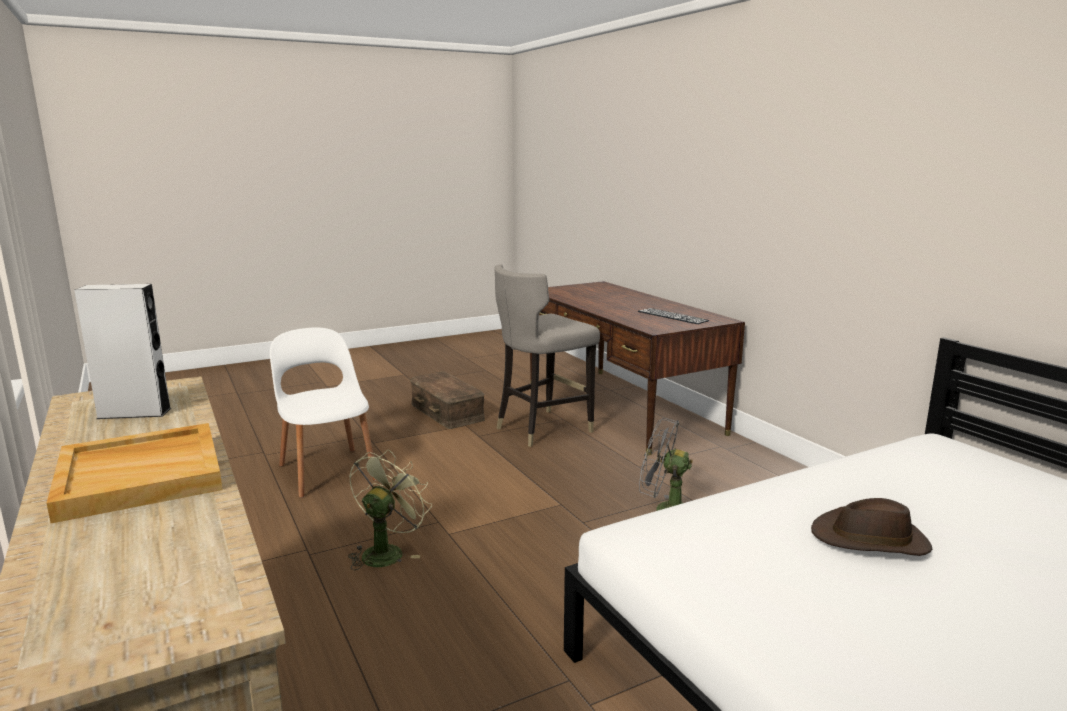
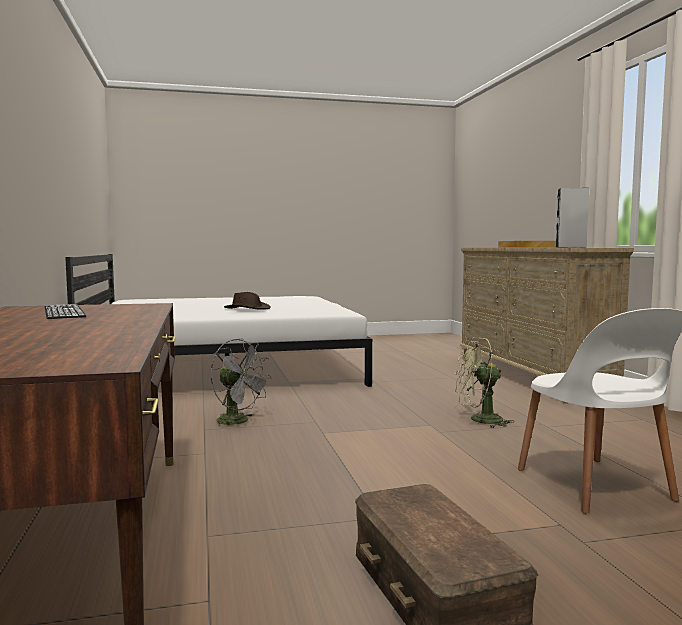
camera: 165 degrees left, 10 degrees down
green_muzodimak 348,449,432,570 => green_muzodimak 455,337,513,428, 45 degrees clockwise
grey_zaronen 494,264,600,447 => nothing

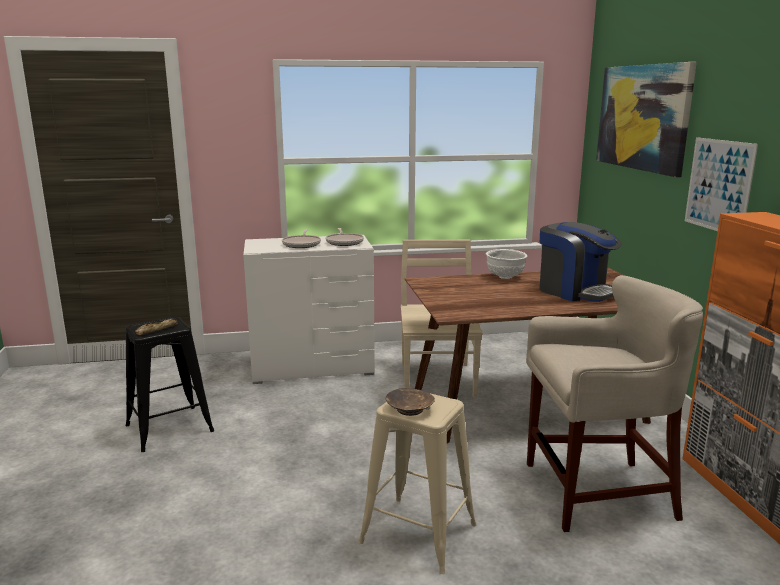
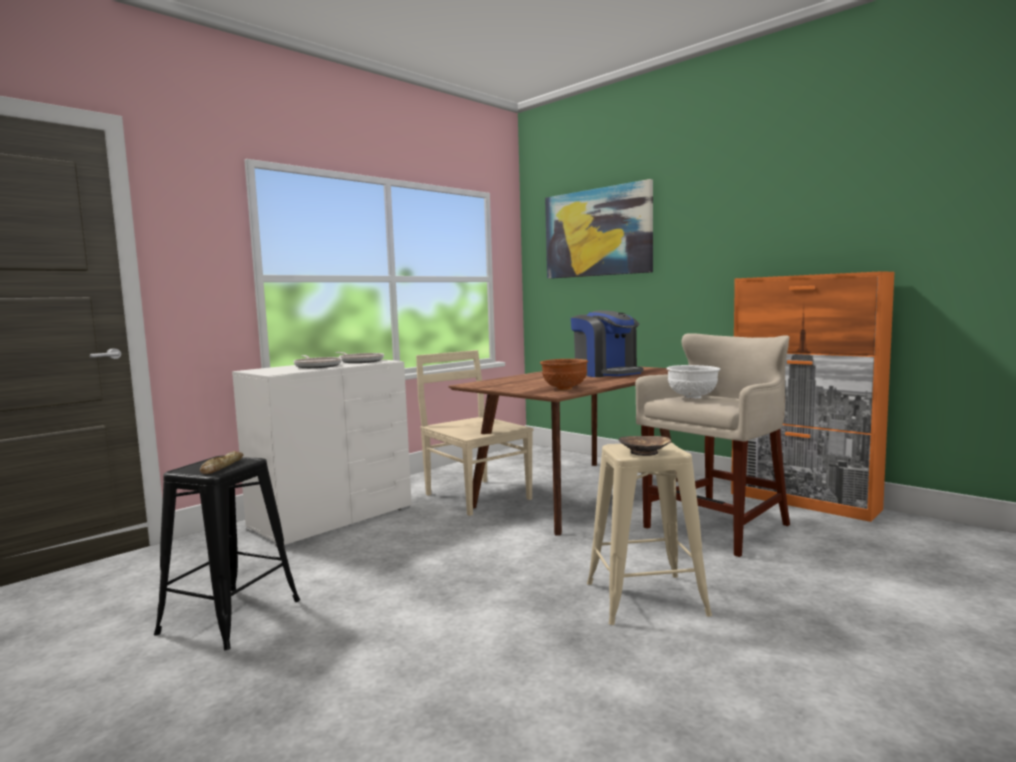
camera: 35 degrees left, 10 degrees down
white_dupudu 486,249,527,279 => white_dupudu 666,365,720,399, move
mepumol 539,222,621,302 => mepumol 571,310,644,377, 45 degrees clockwise
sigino 685,137,758,231 => nothing
nothing => brown_dupudu 540,359,588,390

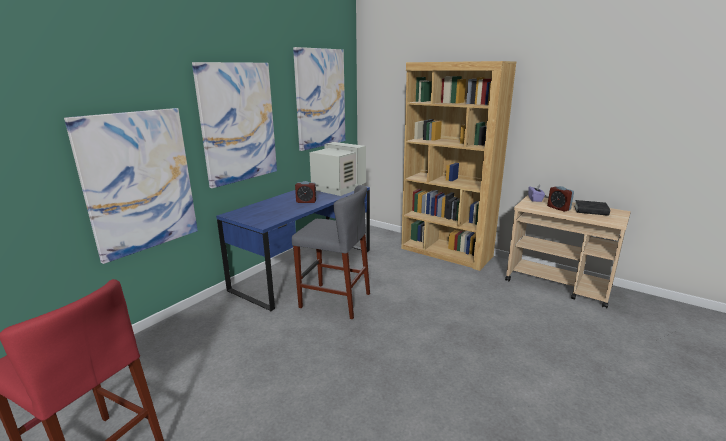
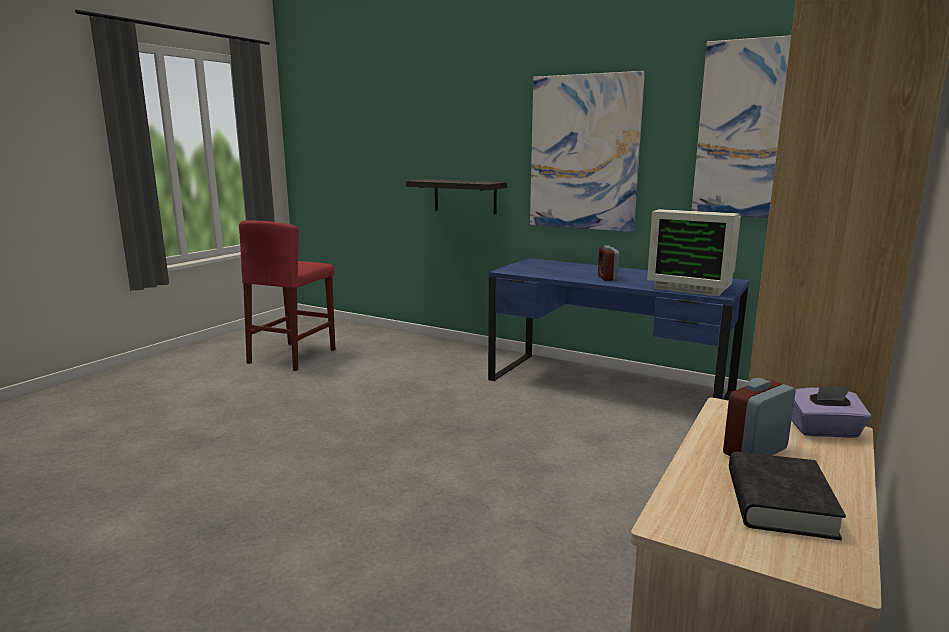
camera: 85 degrees right, 5 degrees down
sigino 64,108,198,264 => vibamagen 406,179,507,214
grey_zaronen 292,185,370,319 => nothing
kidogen 309,142,366,196 => kidogen 647,209,741,297, 90 degrees clockwise

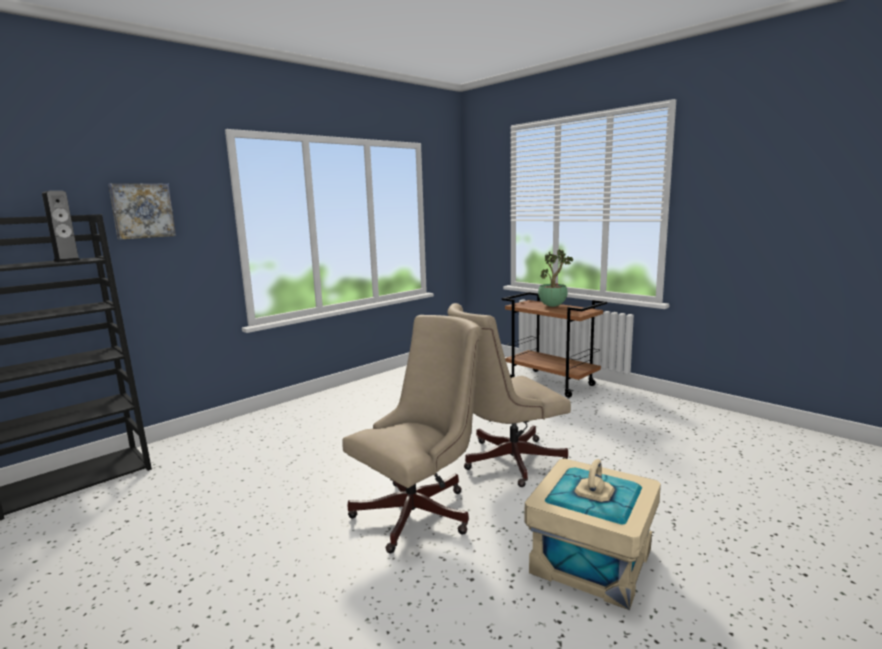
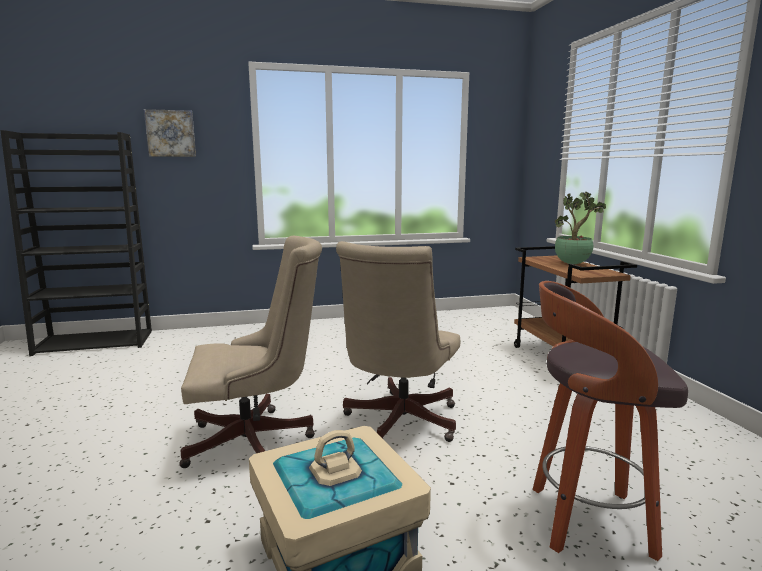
camera: 30 degrees right, 0 degrees up
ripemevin 42,191,81,262 => nothing
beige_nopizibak 447,303,571,487 => beige_nopizibak 336,241,460,442, 75 degrees counterclockwise
nothing => zaronen 532,281,688,561

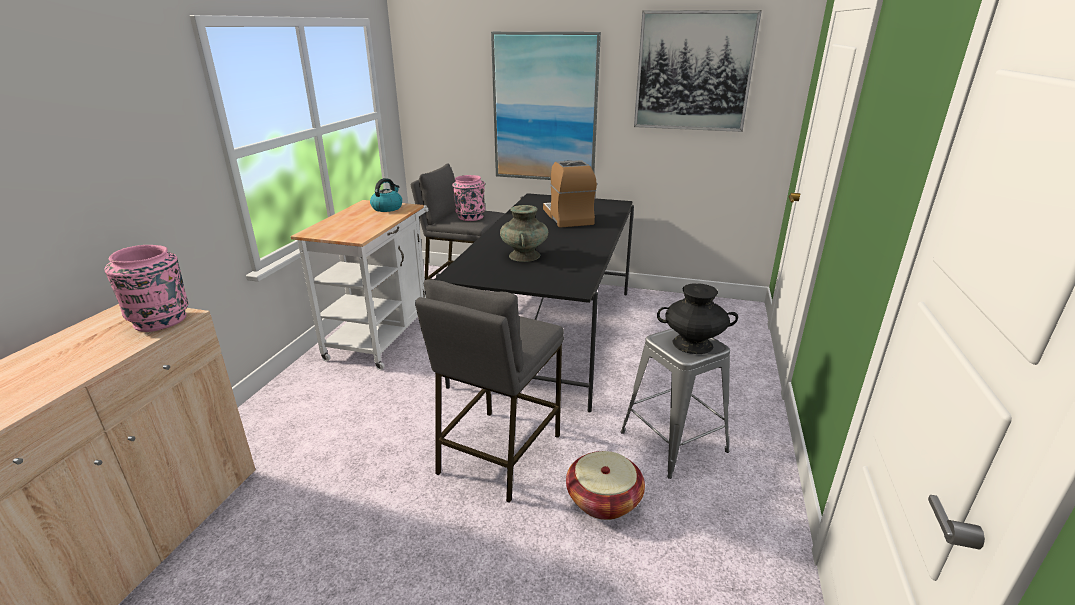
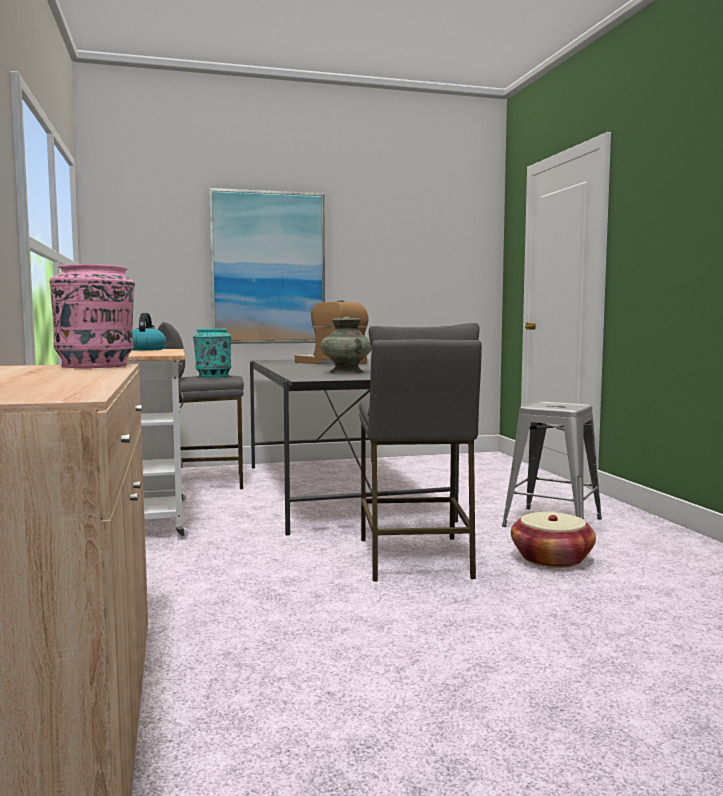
camera: 30 degrees left, 20 degrees down
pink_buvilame 452,175,485,221 => turquoise_buvilame 193,329,232,378
sigino 634,10,762,132 => nothing
black_buvilame 657,283,738,354 => nothing

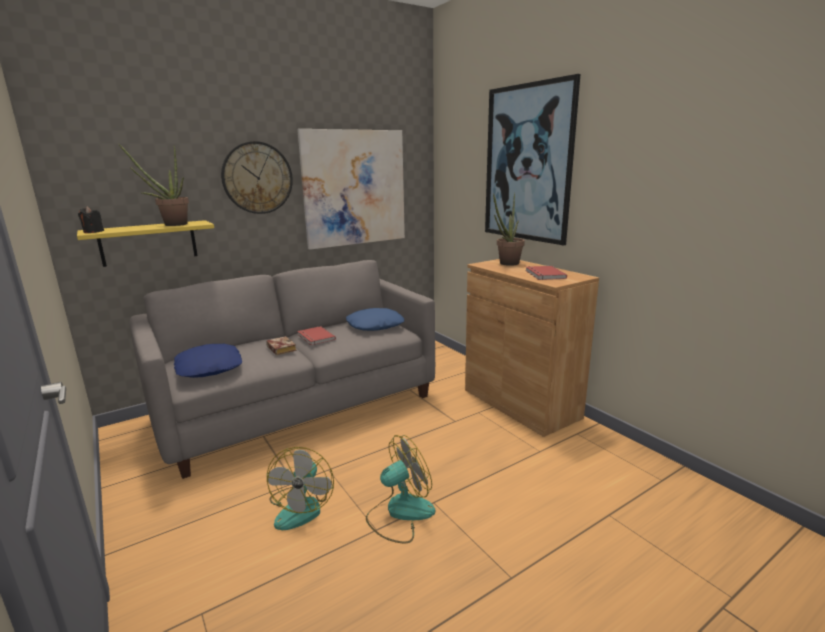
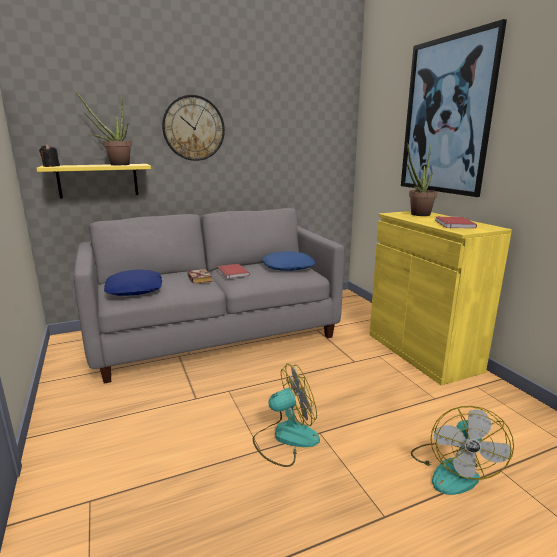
camera: 10 degrees right, 0 degrees up
muzodimak 267,447,334,530 => muzodimak 411,406,514,495, move
sigino 297,129,405,250 => nothing
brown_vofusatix 465,259,599,437 => yellow_vofusatix 370,211,512,385

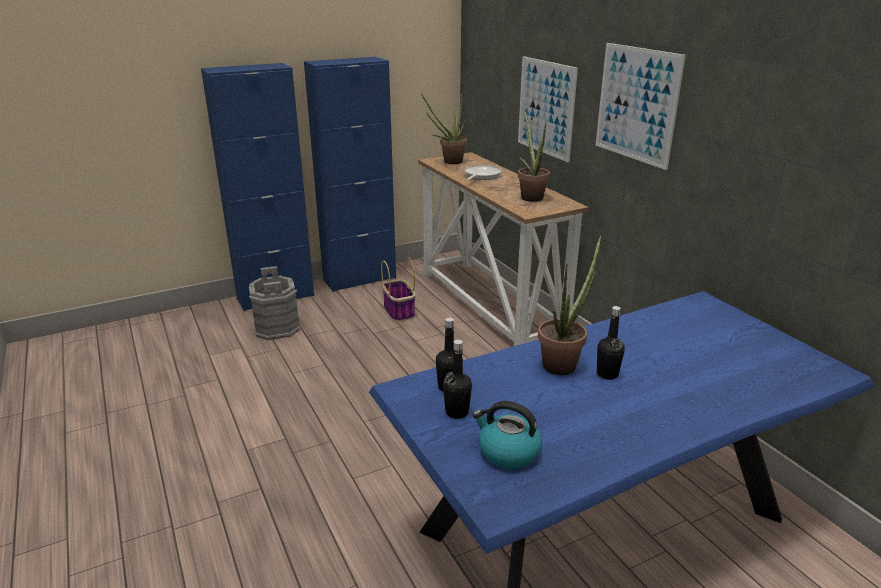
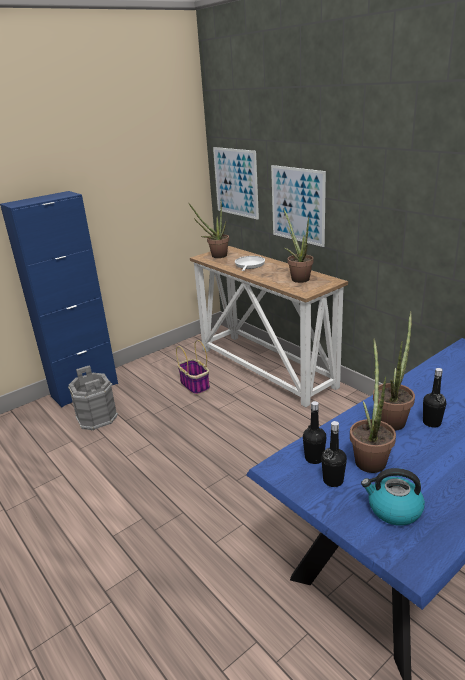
camera: 10 degrees left, 0 degrees up
blue_vofusatix 304,57,396,292 => nothing
sigino 596,43,686,170 => sigino 213,147,259,220, move
nothing => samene 350,338,396,473

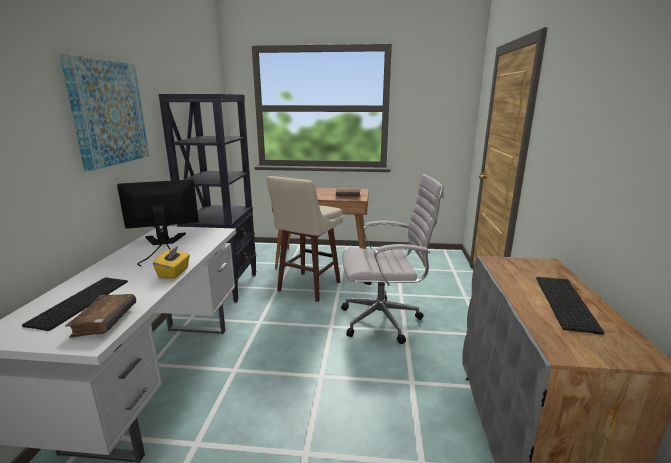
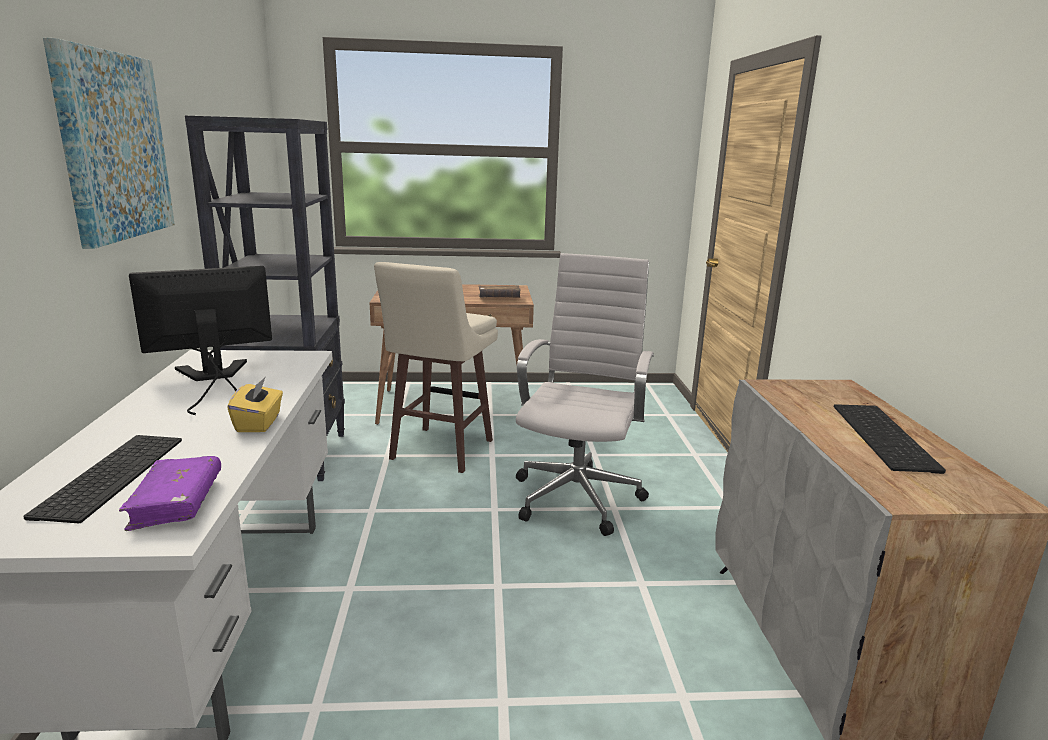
camera: 10 degrees left, 0 degrees up
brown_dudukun 65,294,136,338 => purple_dudukun 119,456,221,531
white_nopizibak 341,174,444,344 => white_nopizibak 516,253,654,536, 60 degrees counterclockwise

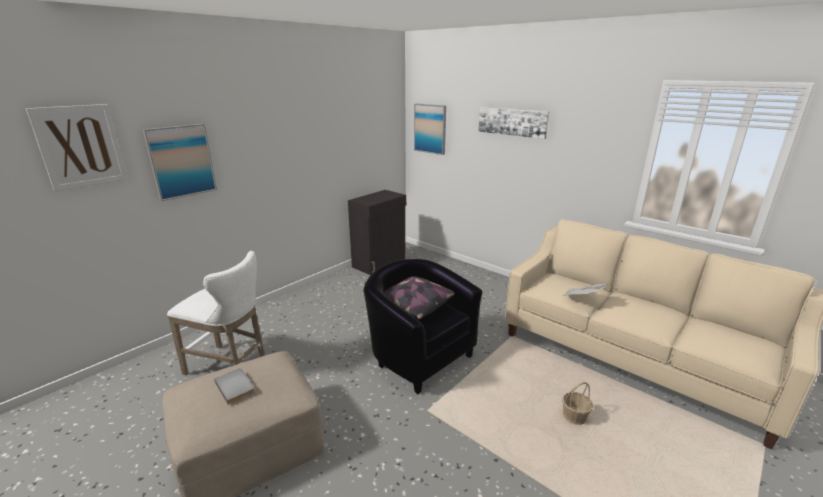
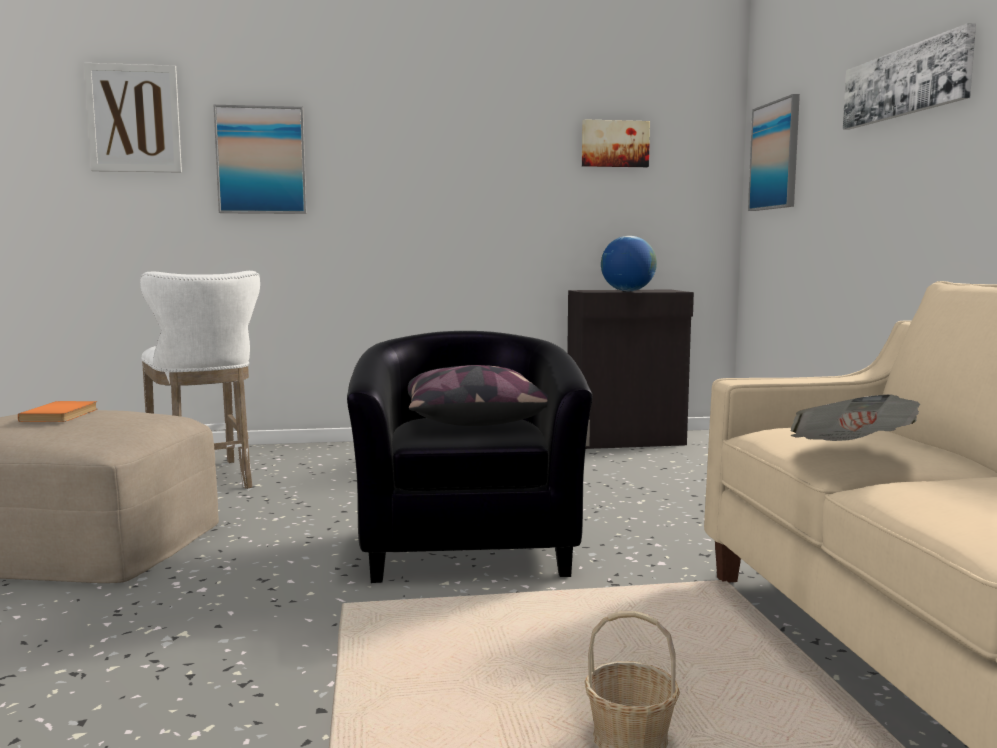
camera: 40 degrees right, 15 degrees down
grey_dudukun 214,368,255,405 => orange_dudukun 18,401,98,422
nothing => sigino 582,119,650,167
nothing => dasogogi 601,236,657,291

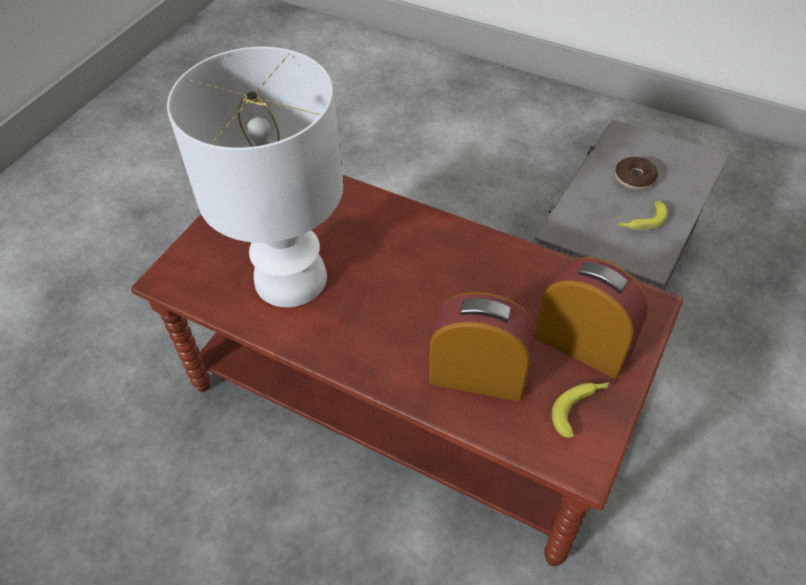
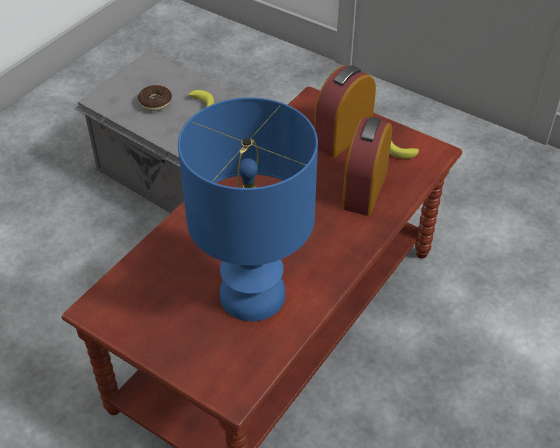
camera: 85 degrees left, 5 degrees down
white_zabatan 167,47,344,307 => blue_zabatan 178,97,318,321

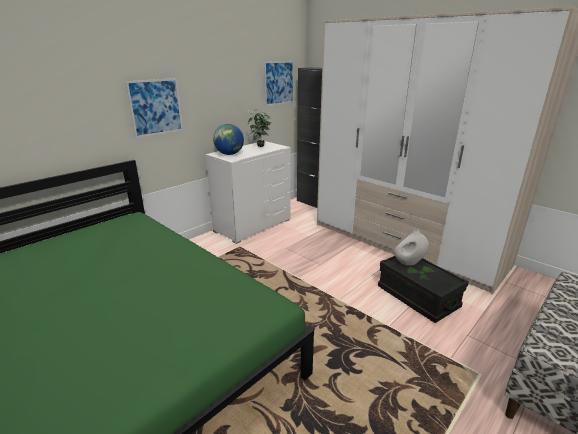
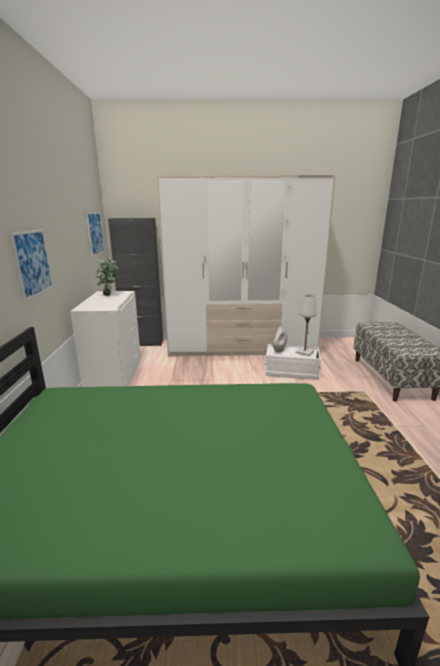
camera: 45 degrees left, 5 degrees down
dasogogi 213,124,244,155 => nothing
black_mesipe 378,256,469,323 => white_mesipe 265,344,321,380
nothing => white_zabatan 296,295,317,356

